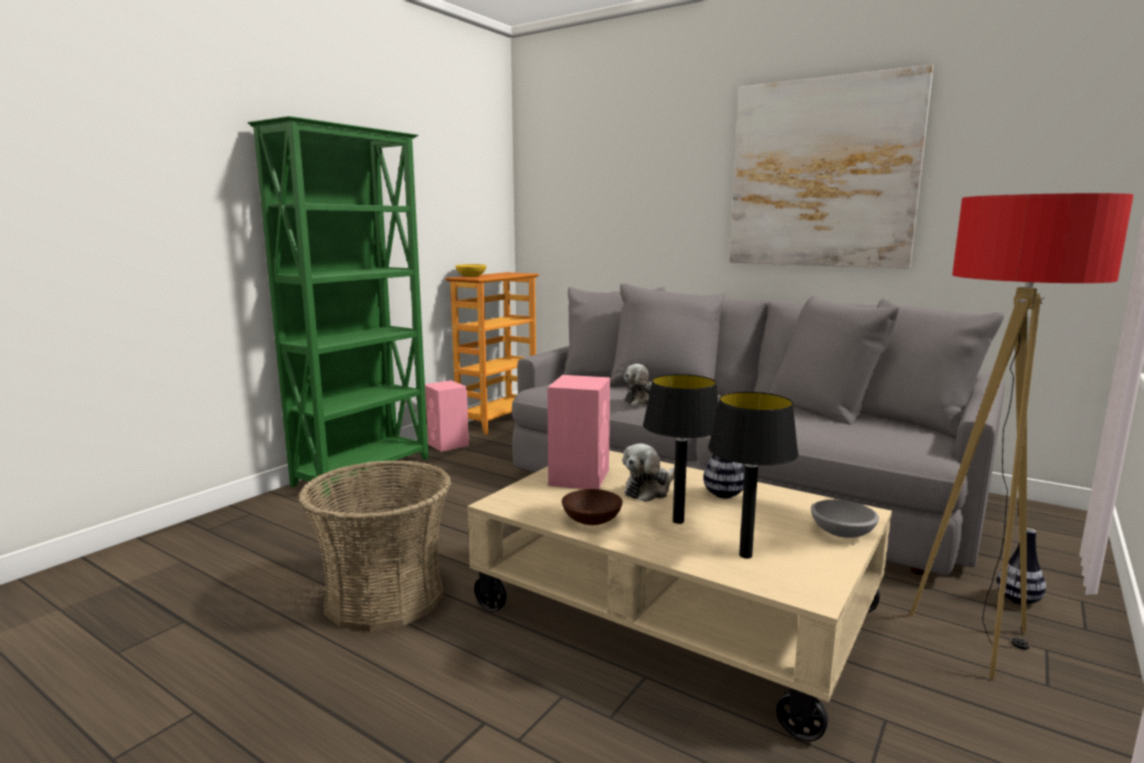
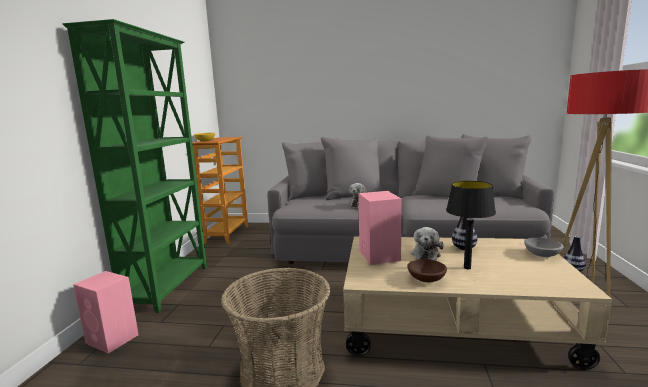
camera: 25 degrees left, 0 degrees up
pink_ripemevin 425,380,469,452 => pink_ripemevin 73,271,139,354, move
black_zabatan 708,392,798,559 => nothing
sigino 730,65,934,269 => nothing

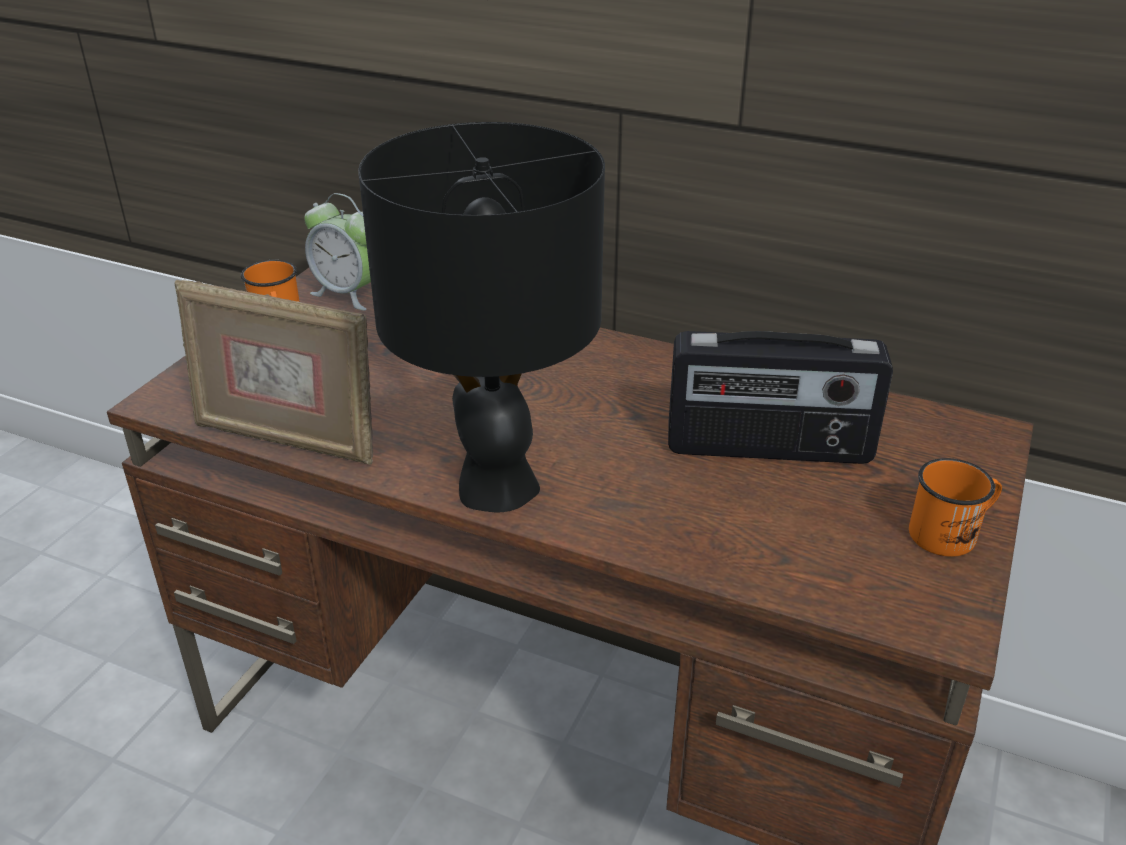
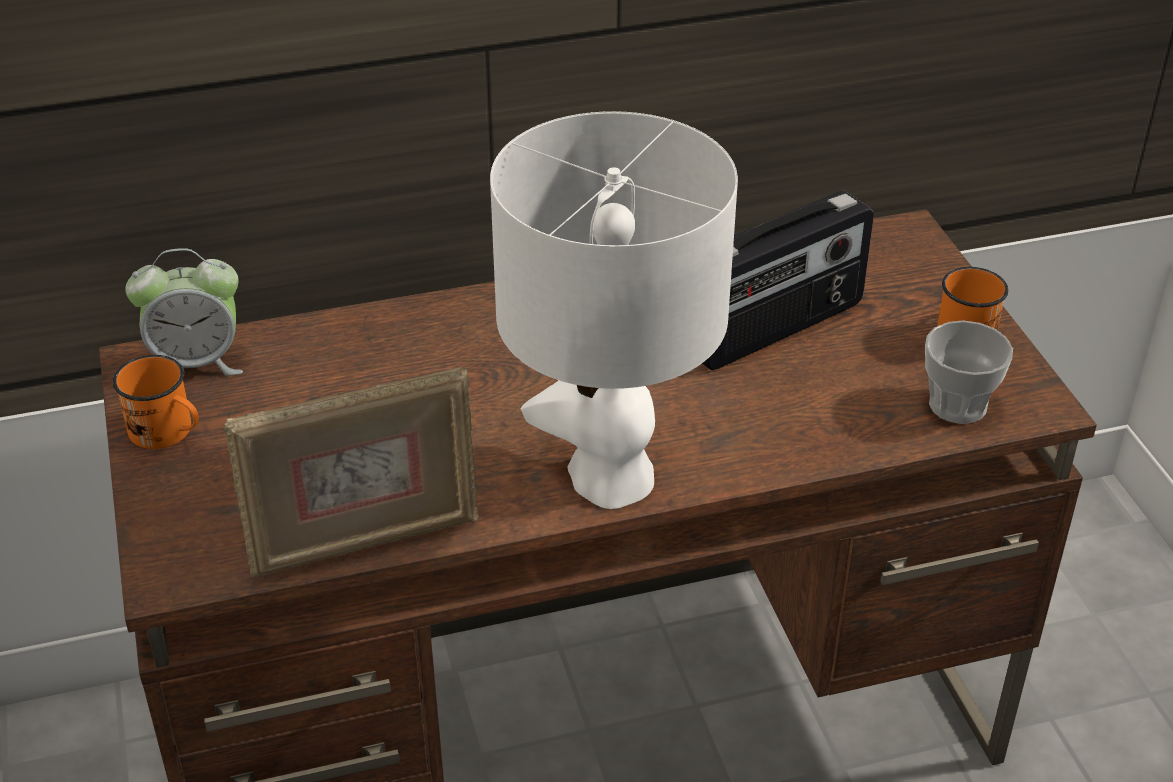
camera: 40 degrees left, 5 degrees up
black_zabatan 358,122,605,512 => white_zabatan 490,111,738,509
nothing => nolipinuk 925,320,1013,424

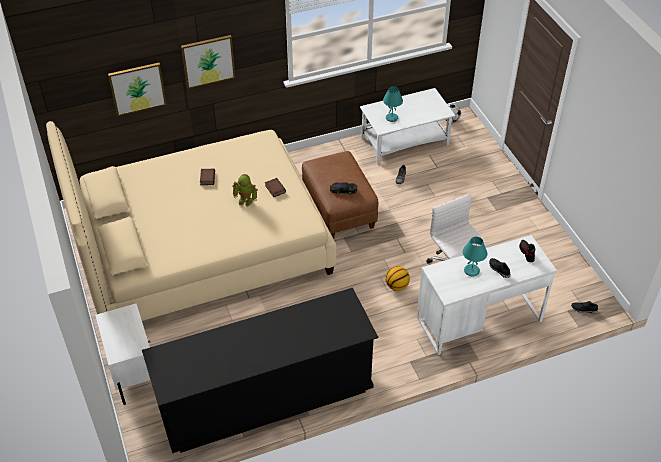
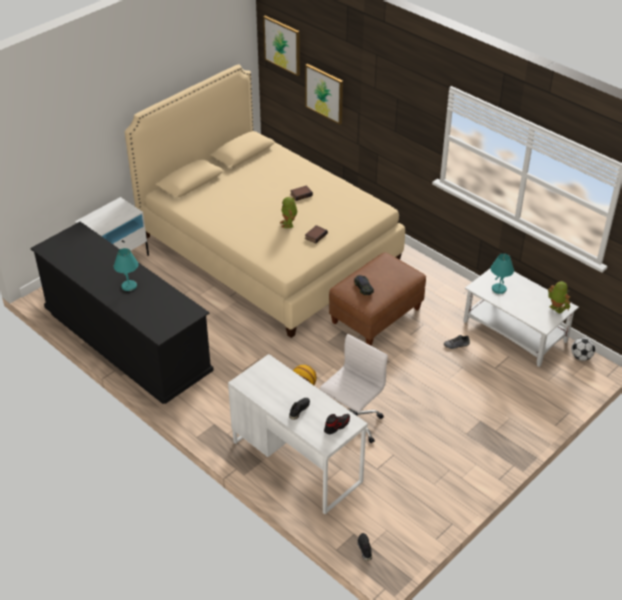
camera: 65 degrees right, 5 degrees down
sigino 181,35,235,89 => sigino 263,16,300,76, move
turquoise_zabatan 462,237,487,276 => turquoise_zabatan 114,248,138,291, move
nothing => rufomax 548,281,570,314

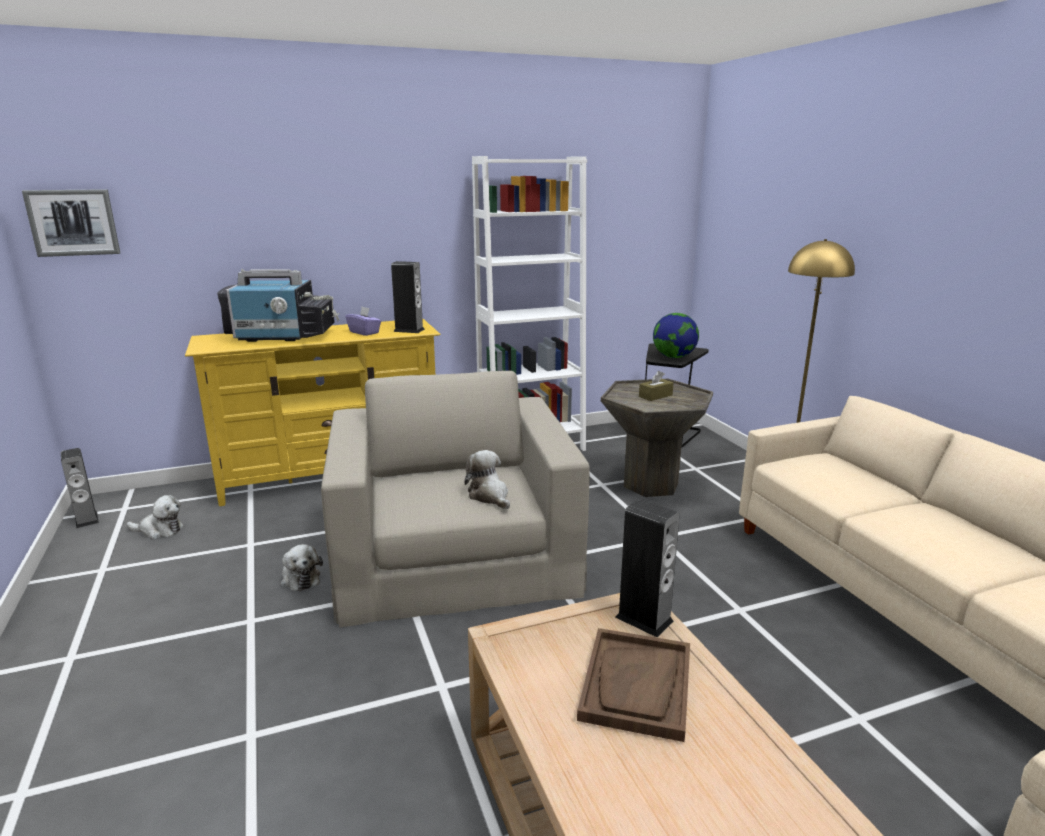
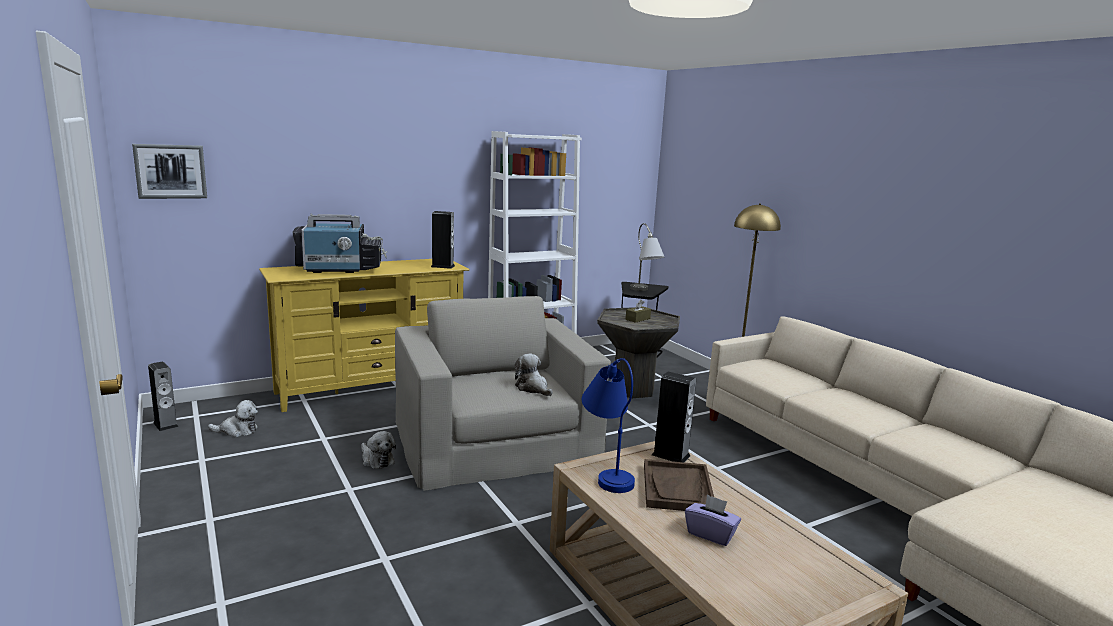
camera: 10 degrees left, 5 degrees down
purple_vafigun 346,307,381,336 => purple_vafigun 685,494,741,546, move
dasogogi 653,313,699,358 => grey_zabatan 630,223,664,291
nothing => blue_zabatan 582,358,635,493

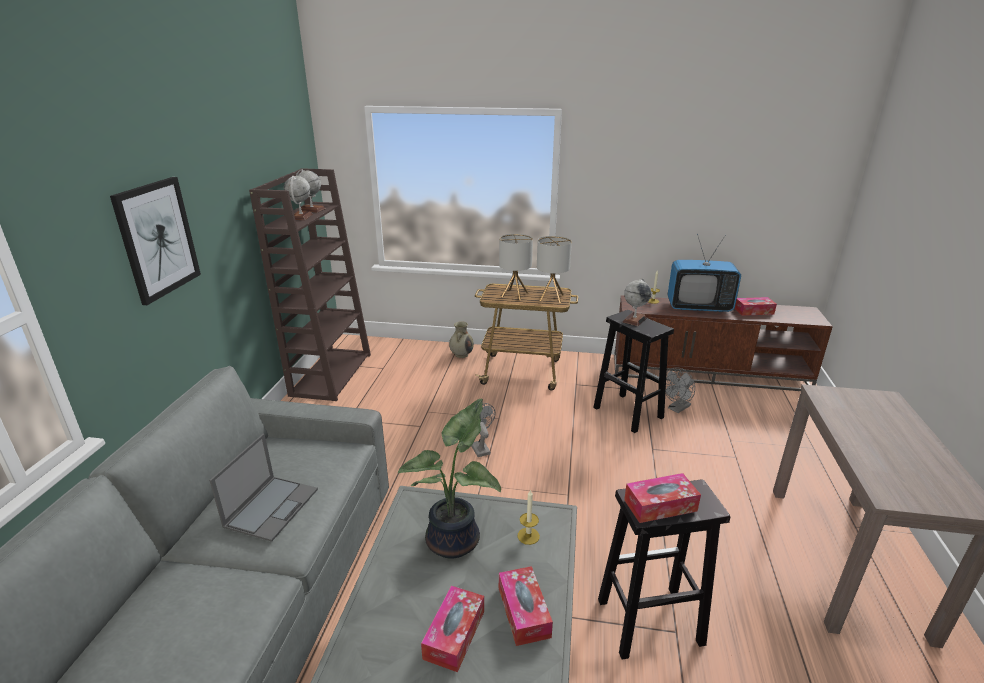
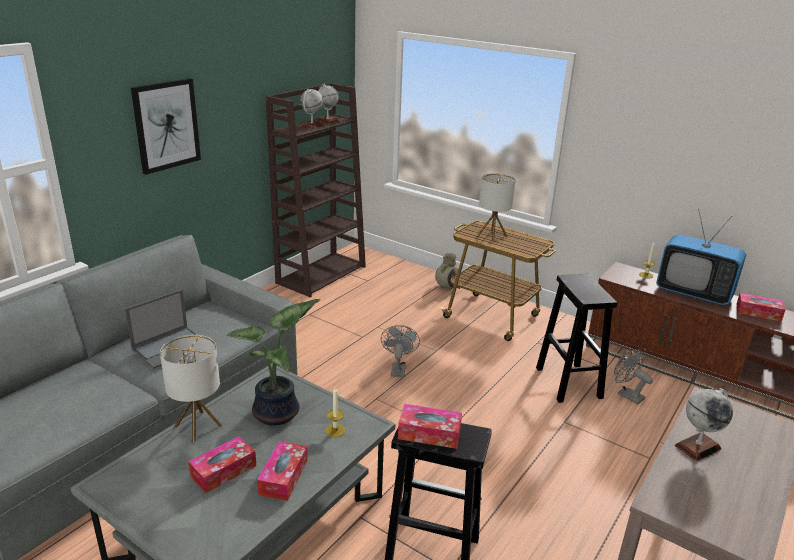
camera: 25 degrees right, 0 degrees up
zabatan 537,236,572,303 => zabatan 160,335,222,442, move
dasogogi 622,278,651,326 => dasogogi 675,388,733,461, move
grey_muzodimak 665,367,695,413 => grey_muzodimak 614,349,653,404, 60 degrees clockwise

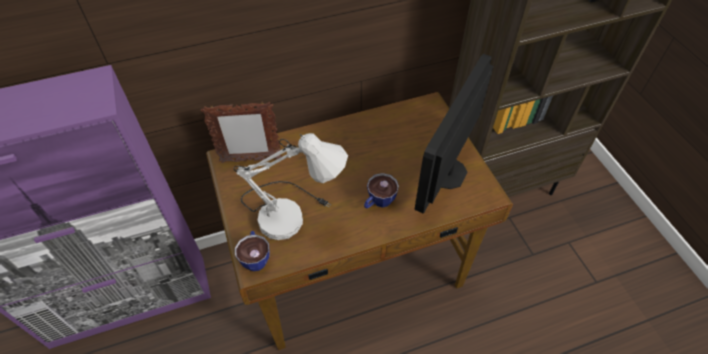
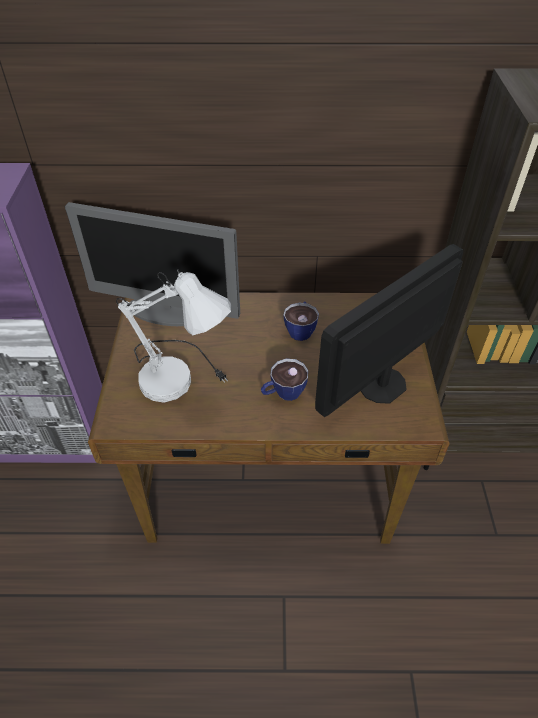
camera: 20 degrees right, 5 degrees down
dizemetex 201,101,282,163 => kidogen 65,202,240,326
nolipinuk 235,231,270,271 => nolipinuk 284,302,319,341, move

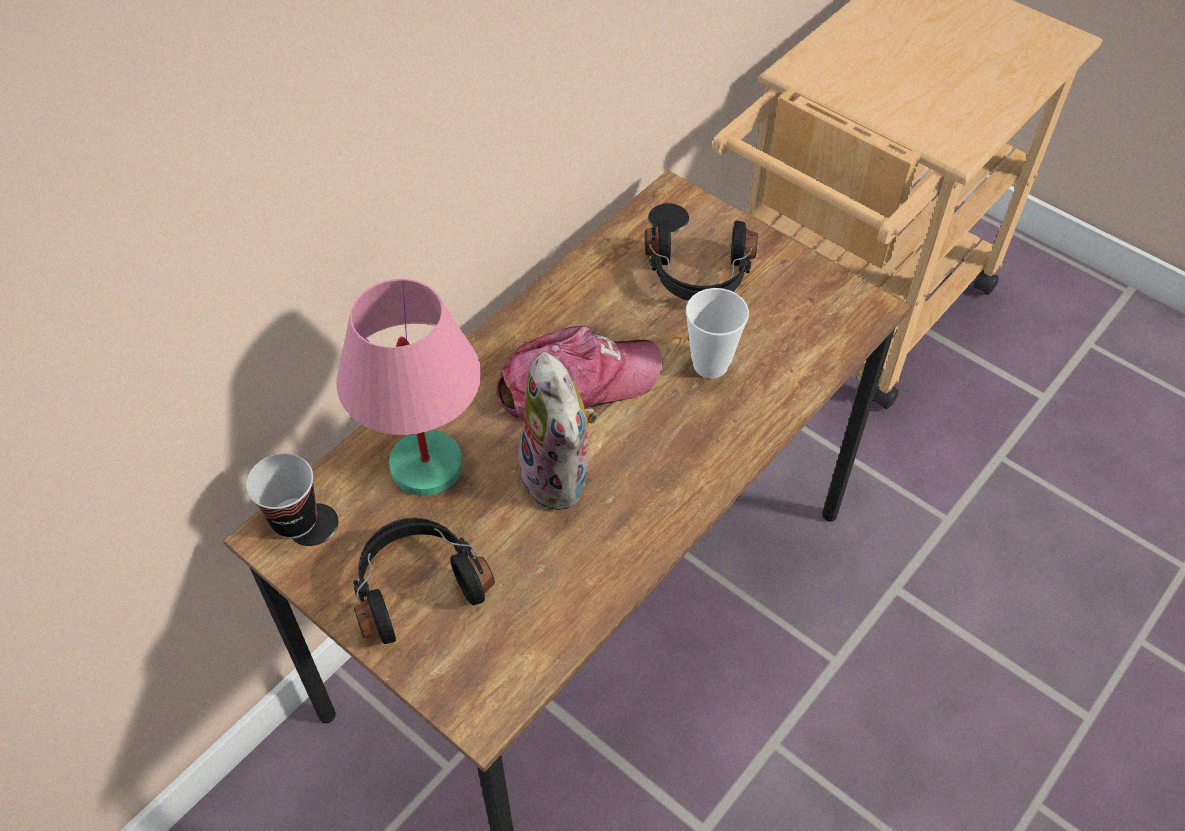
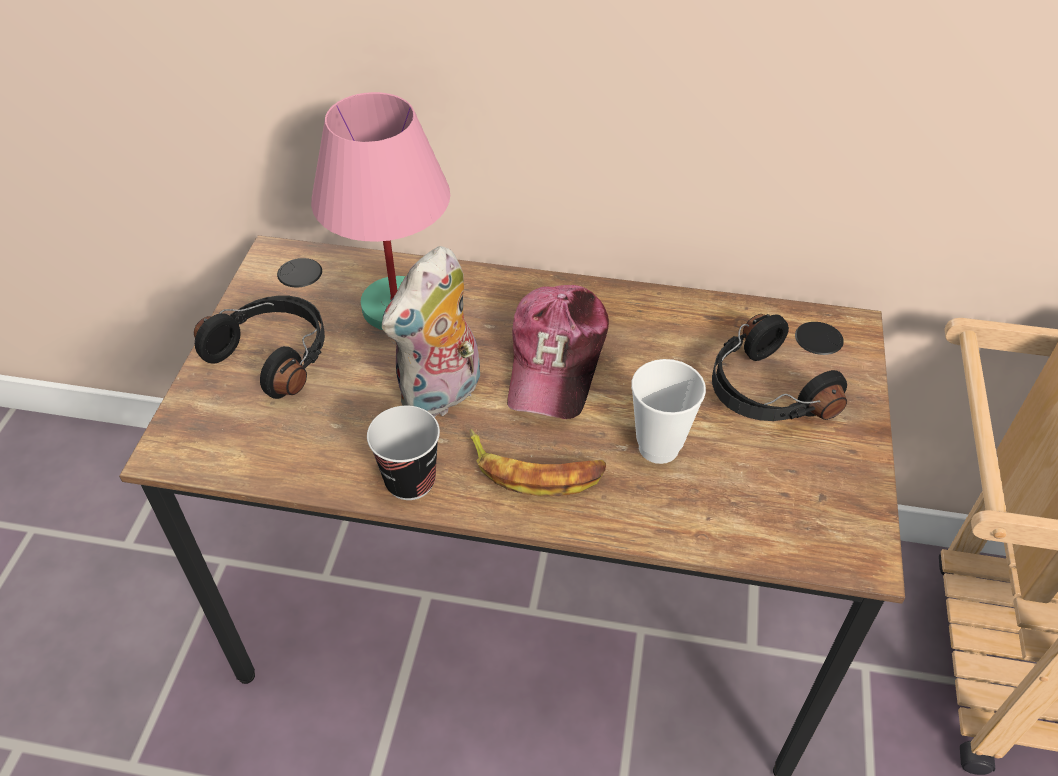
camera: 60 degrees right, 5 degrees down
nolipinuk 246,453,317,538 => nolipinuk 367,406,440,500, move
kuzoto 496,326,663,419 => kuzoto 507,285,609,419, 60 degrees clockwise
nothing => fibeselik 469,429,606,496

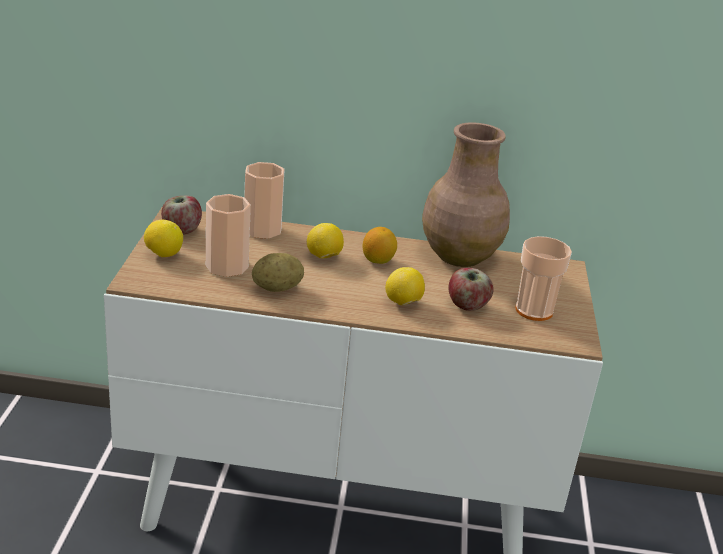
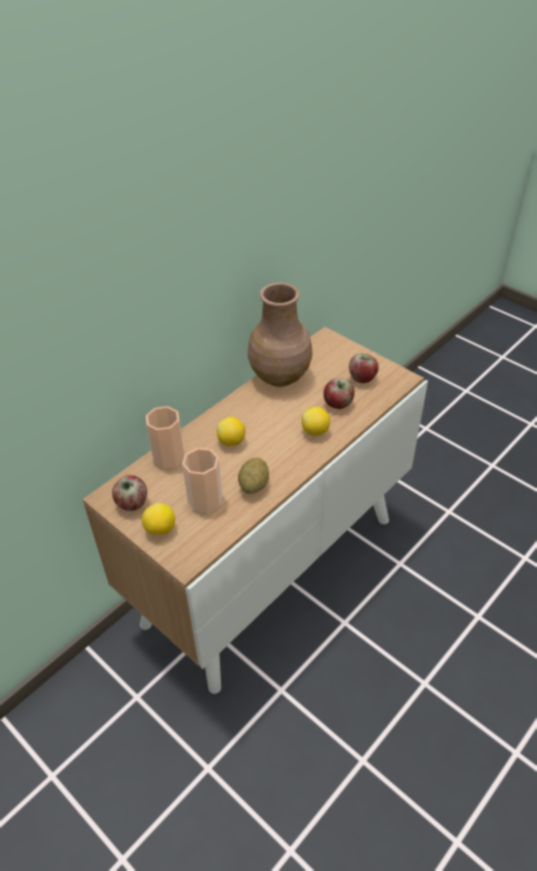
camera: 50 degrees left, 15 degrees up
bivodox 363,227,397,264 => nothing
nolipinuk 515,236,572,321 => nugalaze 349,354,379,383

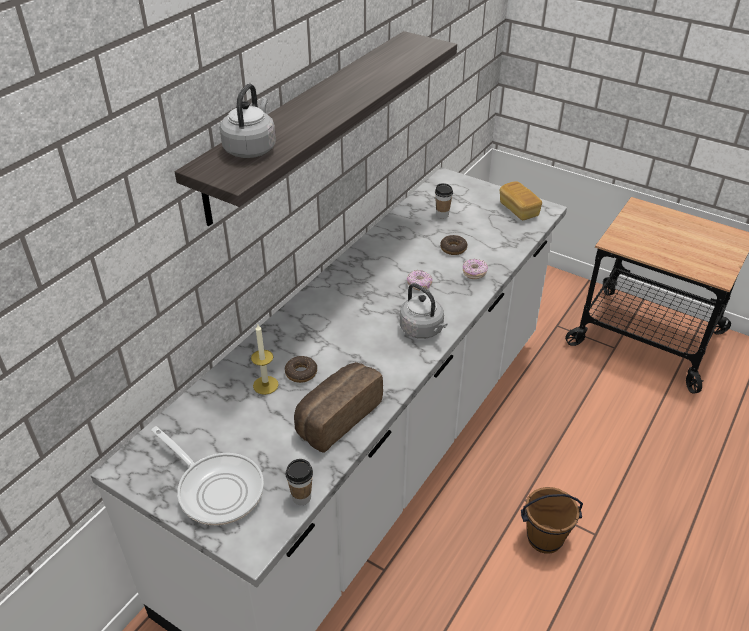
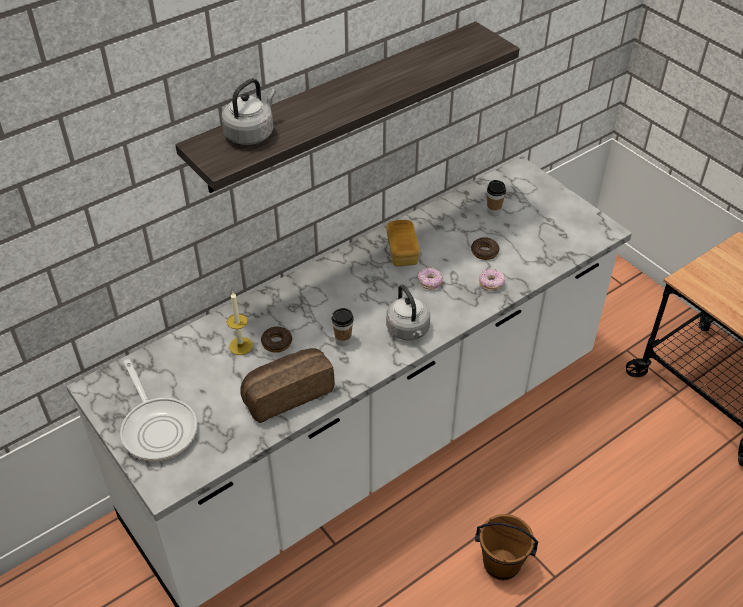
camera: 20 degrees right, 5 degrees up
nolipinuk 286,459,313,505 => nolipinuk 331,308,354,346, move
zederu 500,181,542,220 => zederu 386,220,420,266, move

